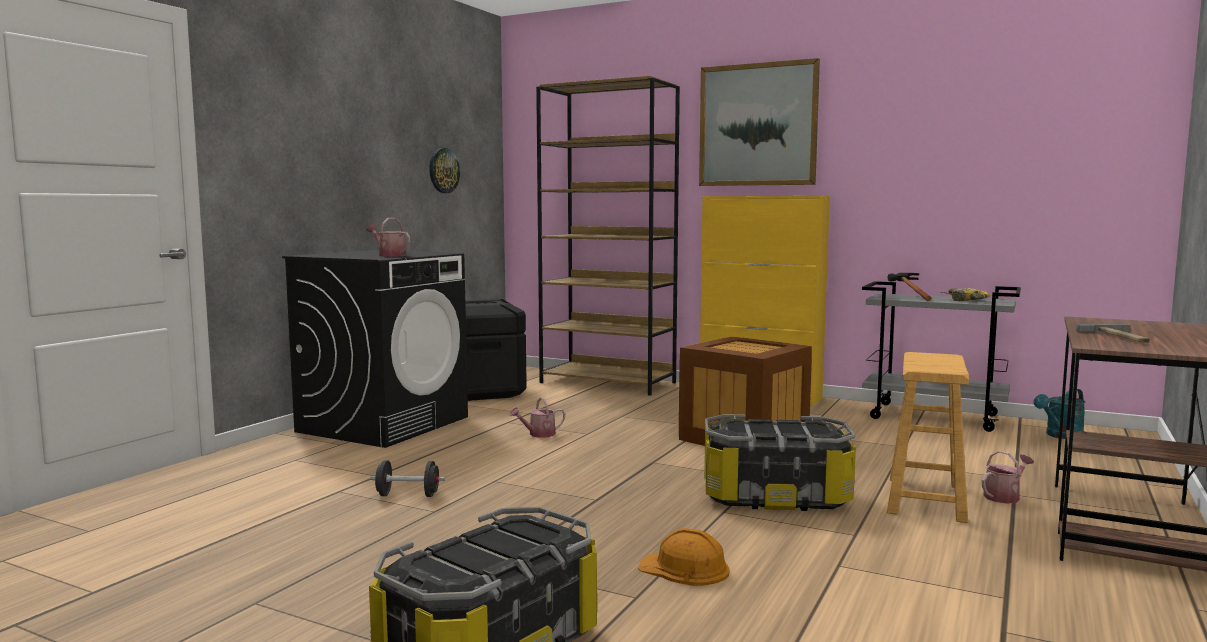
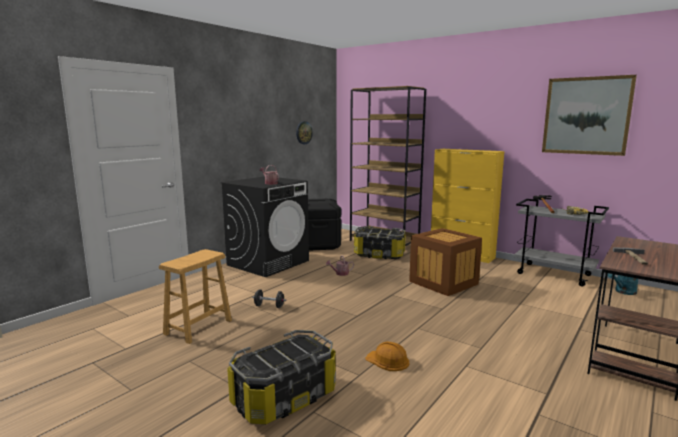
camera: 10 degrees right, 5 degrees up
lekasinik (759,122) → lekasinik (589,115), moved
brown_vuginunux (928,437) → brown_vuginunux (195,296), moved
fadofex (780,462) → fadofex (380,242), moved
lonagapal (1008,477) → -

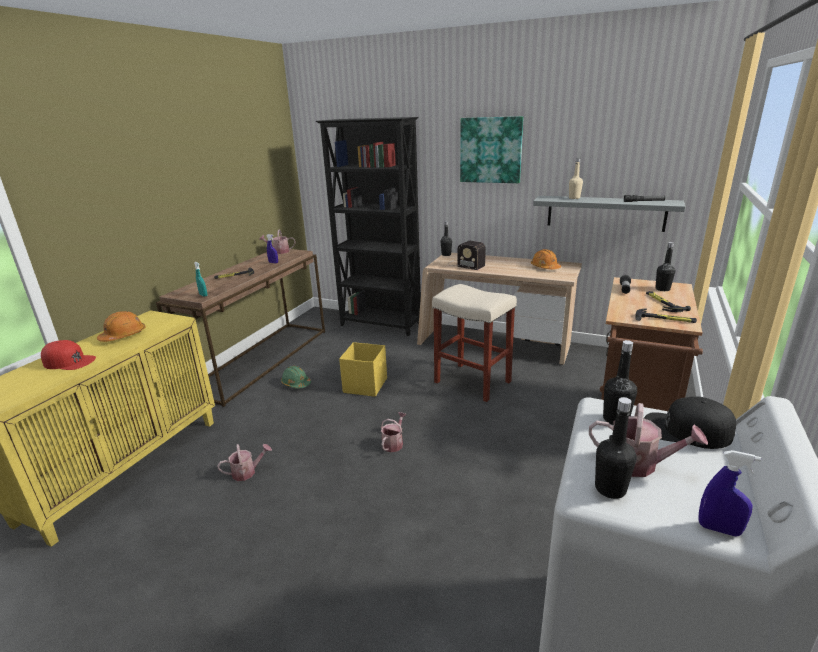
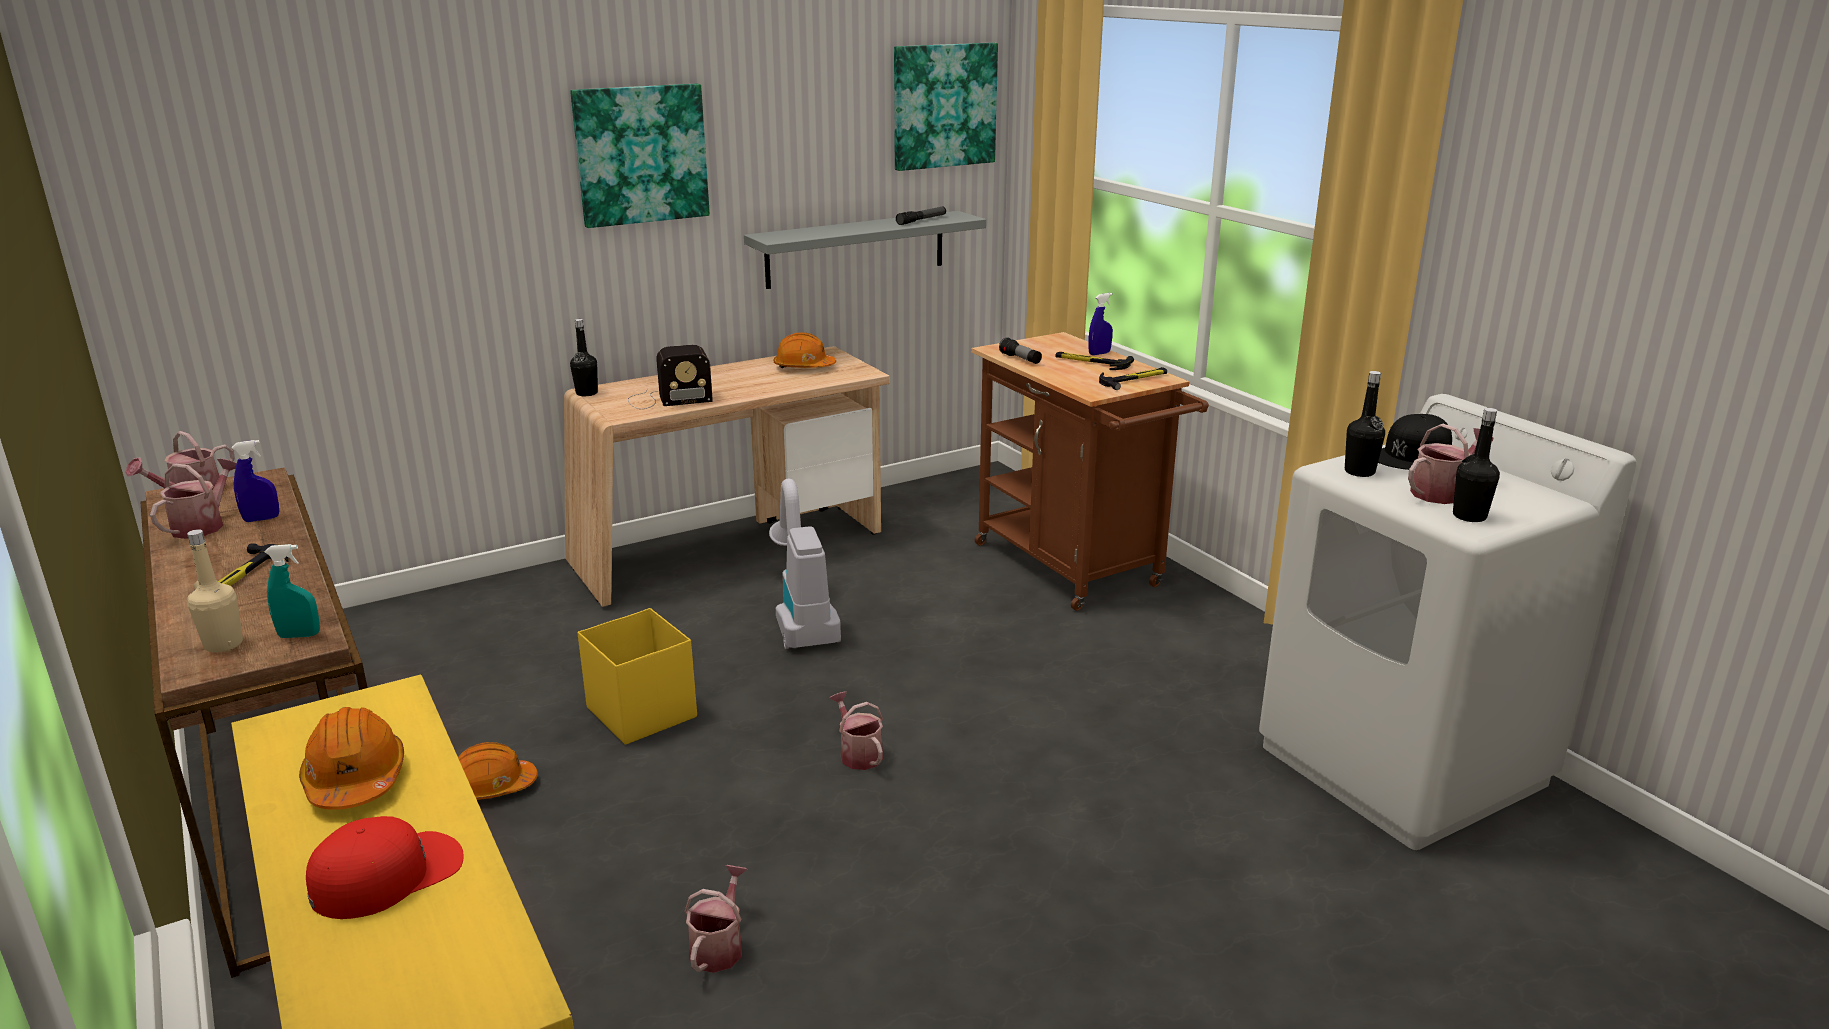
camera: 55 degrees left, 0 degrees up
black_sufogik (368,226) → -
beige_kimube (576,178) → beige_kimube (215,591), moved
black_kimube (665,266) → -
beige_vuginunux (474,343) → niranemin (805,563)
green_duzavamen (296,377) → orange_duzavamen (498,771)
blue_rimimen (729,493) → blue_rimimen (1100,324), moved
- → lekasinik (946,107)
- → lonagapal (193,499)

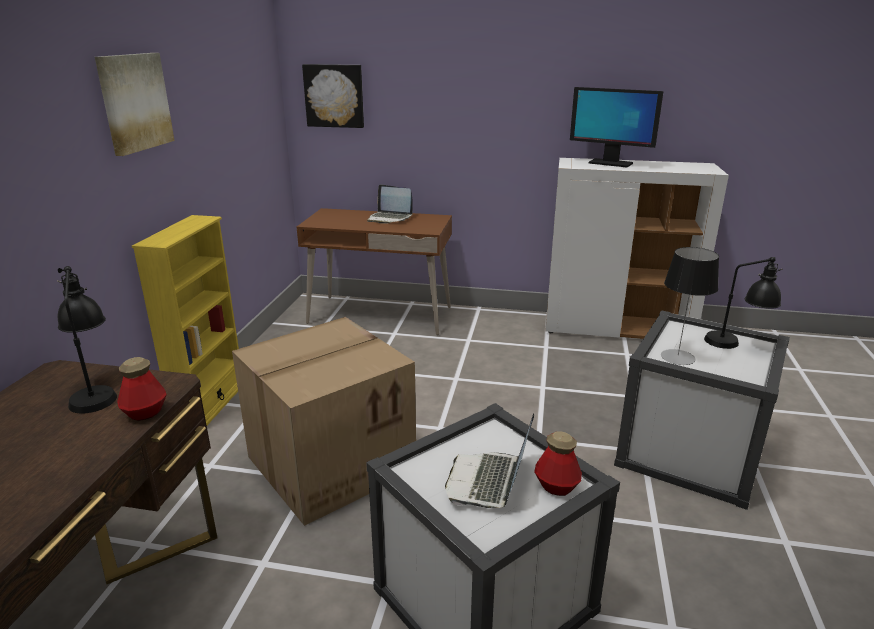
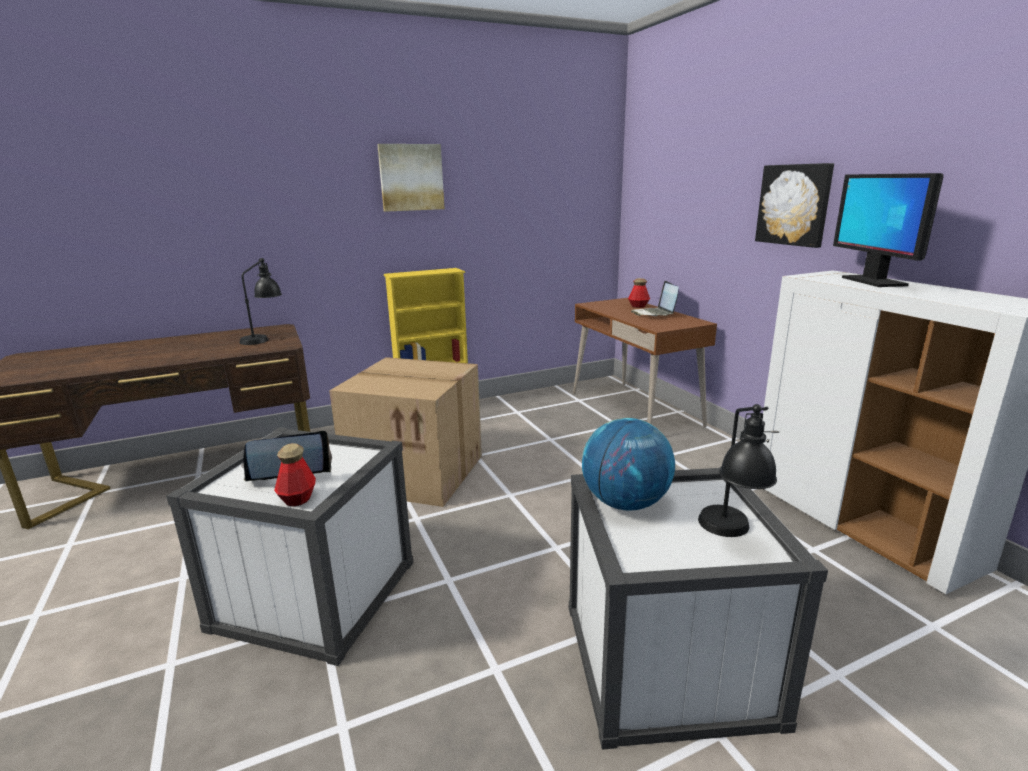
camera: 55 degrees right, 5 degrees down
lekasinik (333,96) → lekasinik (794,205), moved
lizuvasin (690,306) → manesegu (628,464)
kimube (142,389) → kimube (639,293), moved

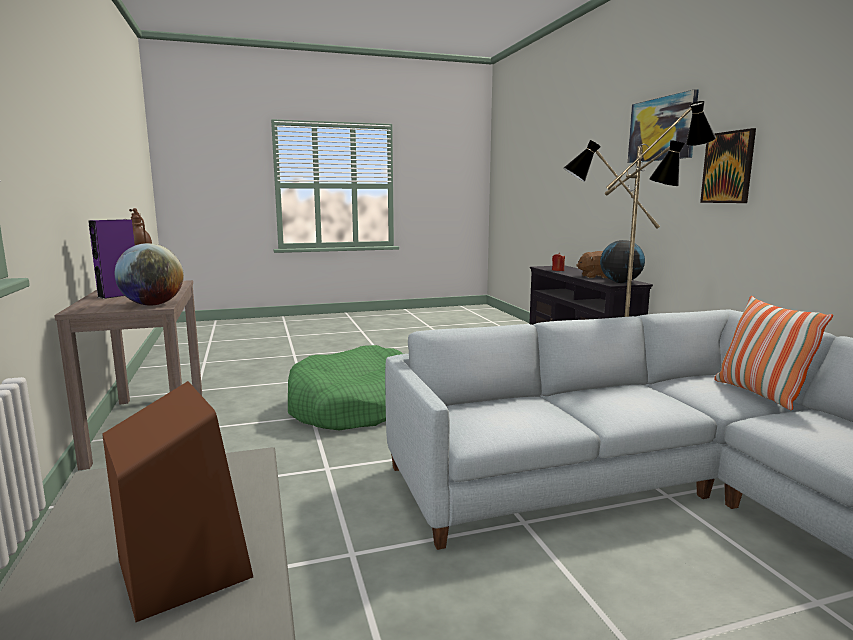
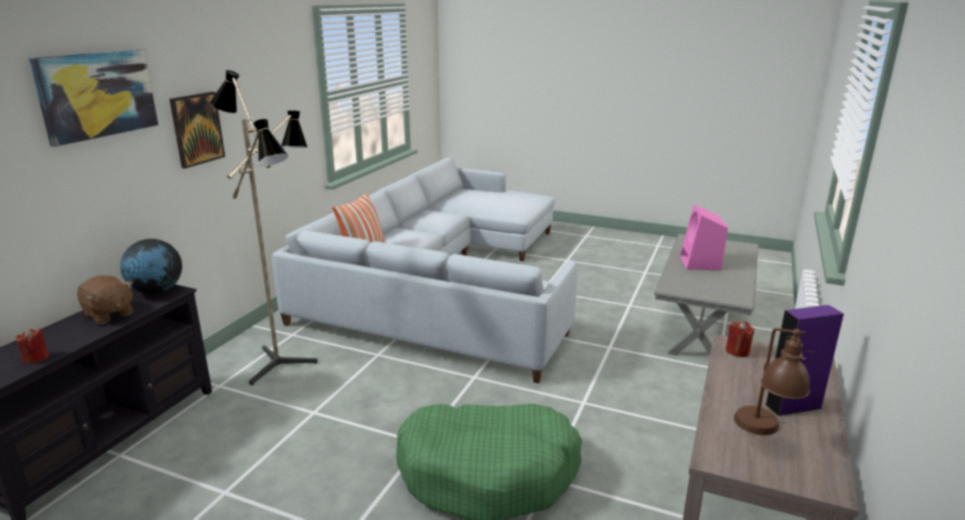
camera: 140 degrees left, 10 degrees up
manesegu (149,274) → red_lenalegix (740,339)
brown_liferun (177,501) → pink_liferun (704,237)

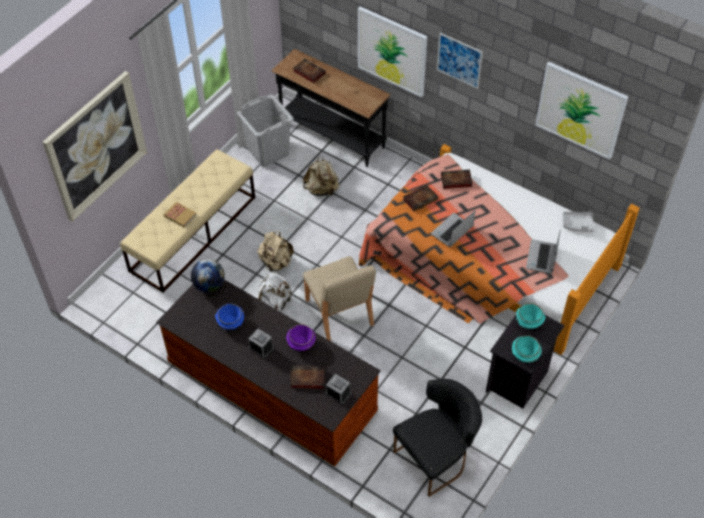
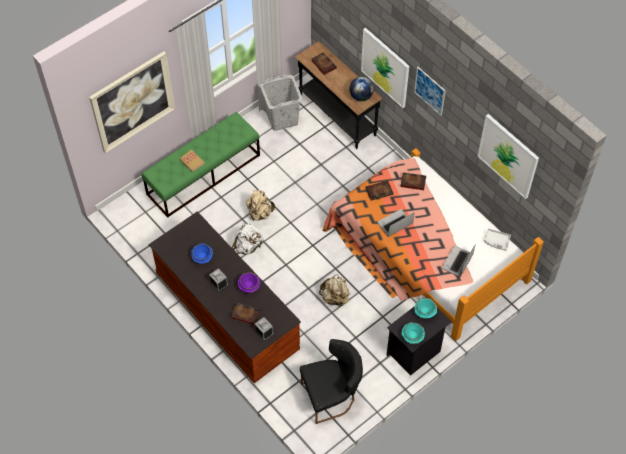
camera: 15 degrees right, 5 degrees up
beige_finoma (187,221) → green_finoma (201,165)
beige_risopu (321,176) → beige_risopu (334,290), moved
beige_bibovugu (339,298) → -
manesegu (208,276) → manesegu (361,89), moved

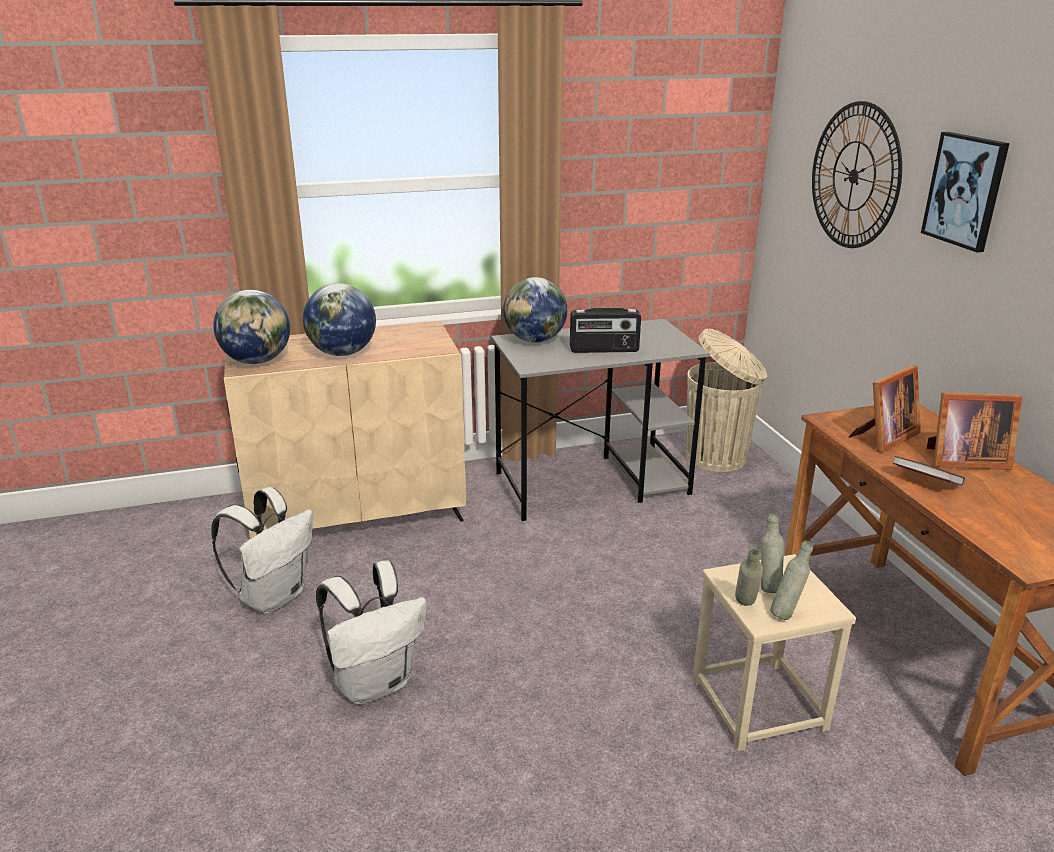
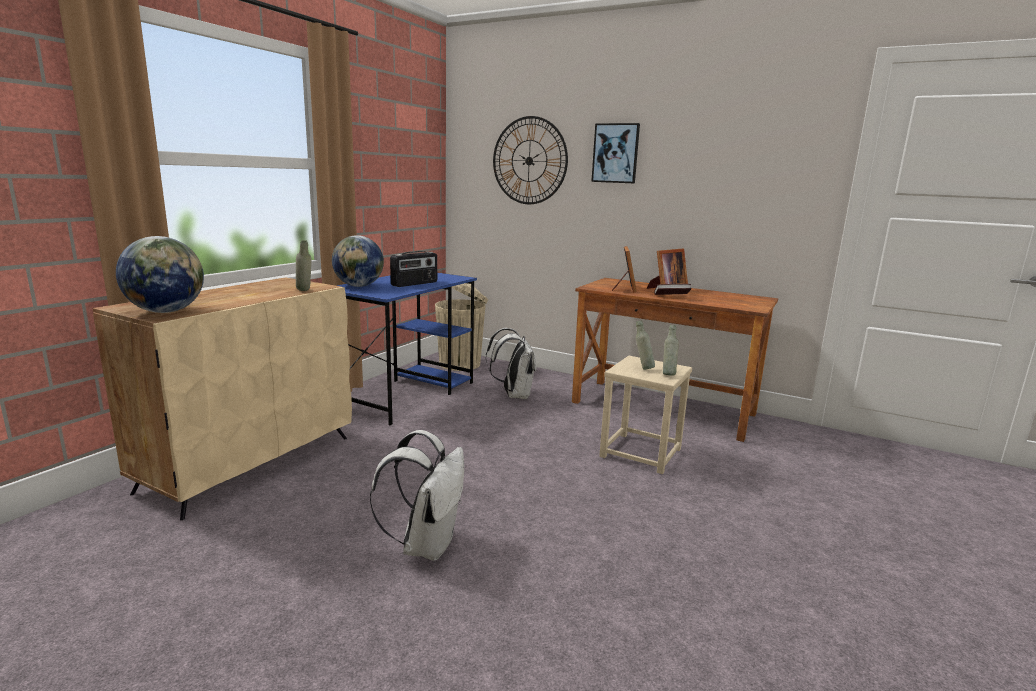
camera: 45 degrees left, 10 degrees down
manesegu (339,319) → -
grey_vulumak (600,420) → blue_vulumak (407,349)
white_risopu (262,550) → white_risopu (511,363), moved
grey_kimube (749,577) → grey_kimube (303,265), moved

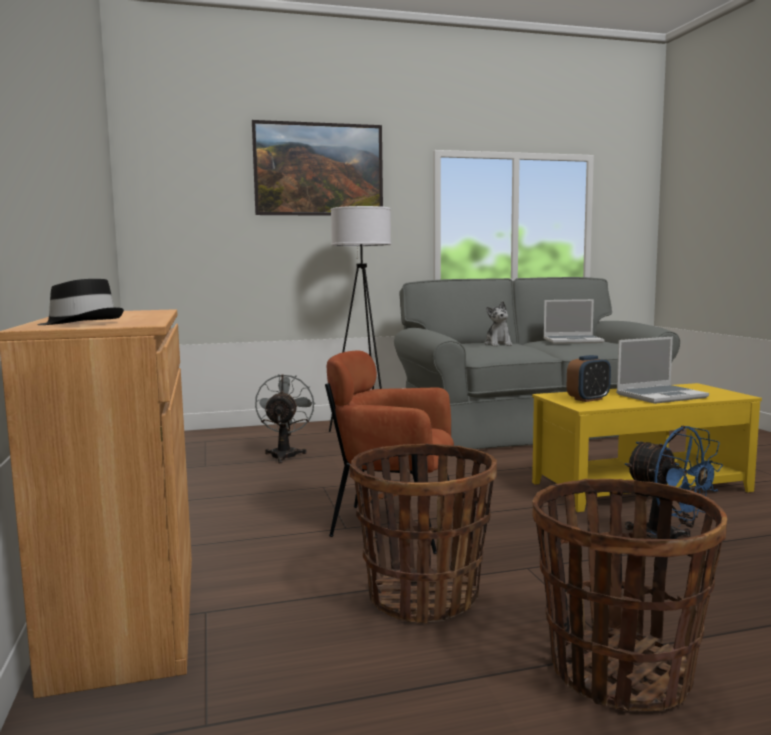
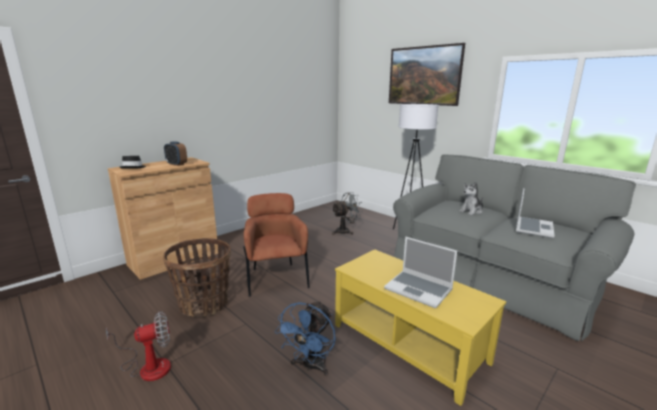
camera: 60 degrees right, 10 degrees up
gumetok (574,321) → gumetok (535,213), 120 degrees counterclockwise
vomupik (589,378) → vomupik (175,153), moved
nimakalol (629,595) → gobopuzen (138,346)

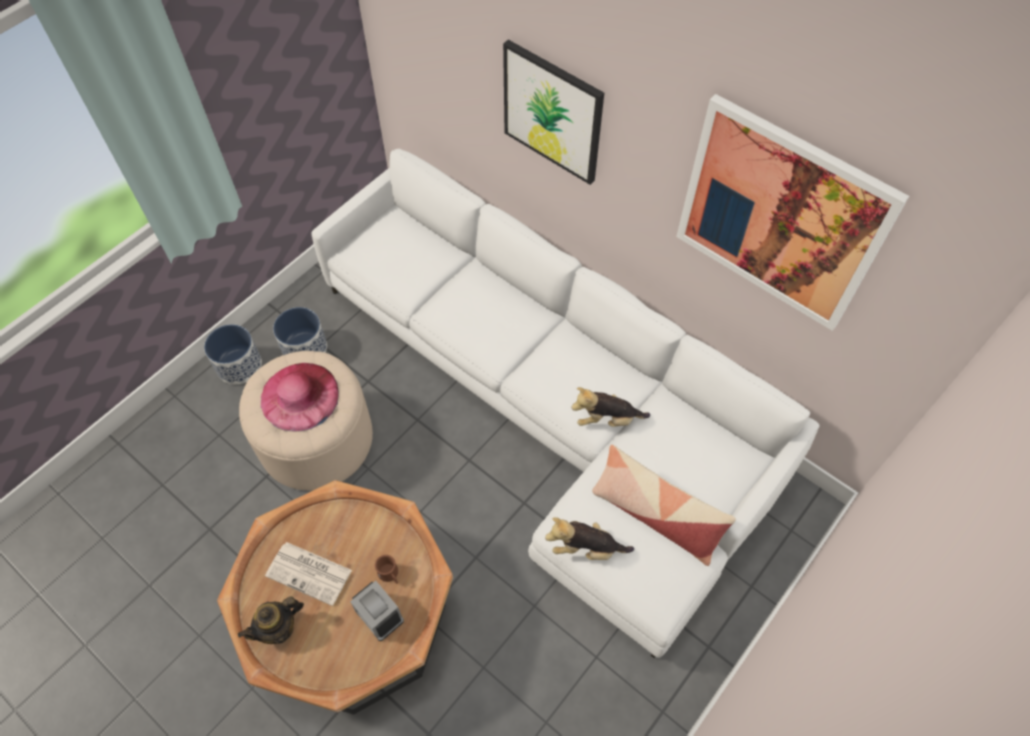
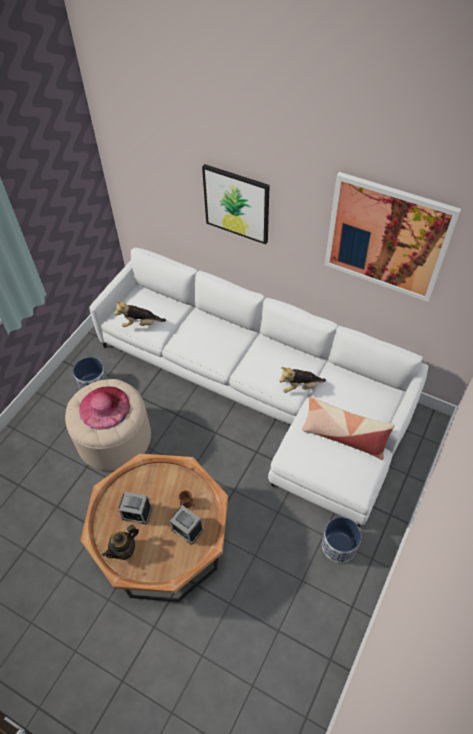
camera: 10 degrees left, 5 degrees down
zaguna (233,354) → zaguna (341,540), moved
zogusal (589,538) → zogusal (140,314), moved
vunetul (308,574) → vomupik (135,508)

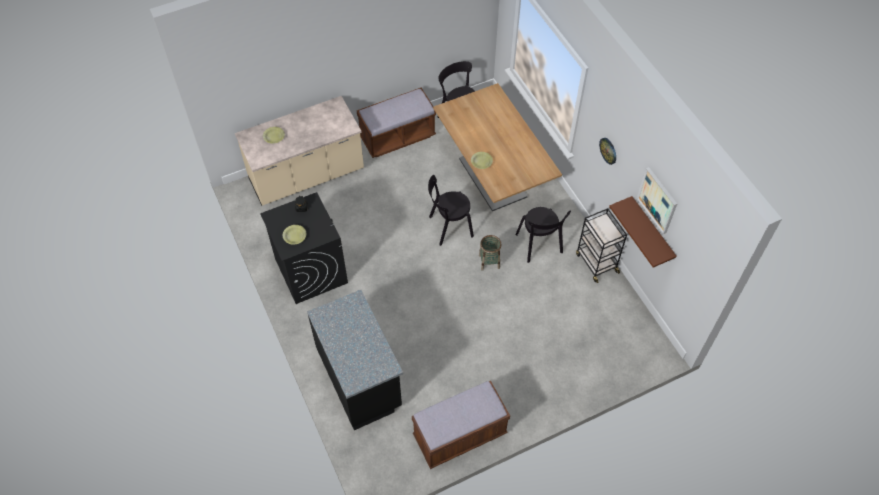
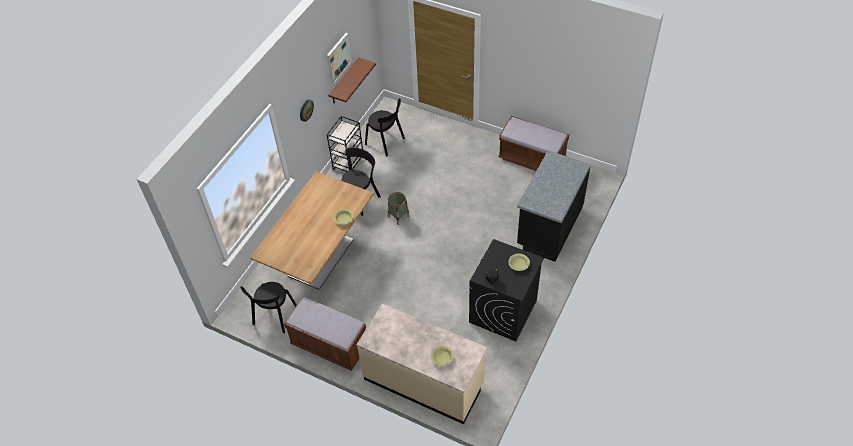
camera: 125 degrees left, 5 degrees down
black_bibovugu (451,210) → black_bibovugu (385,127), moved

